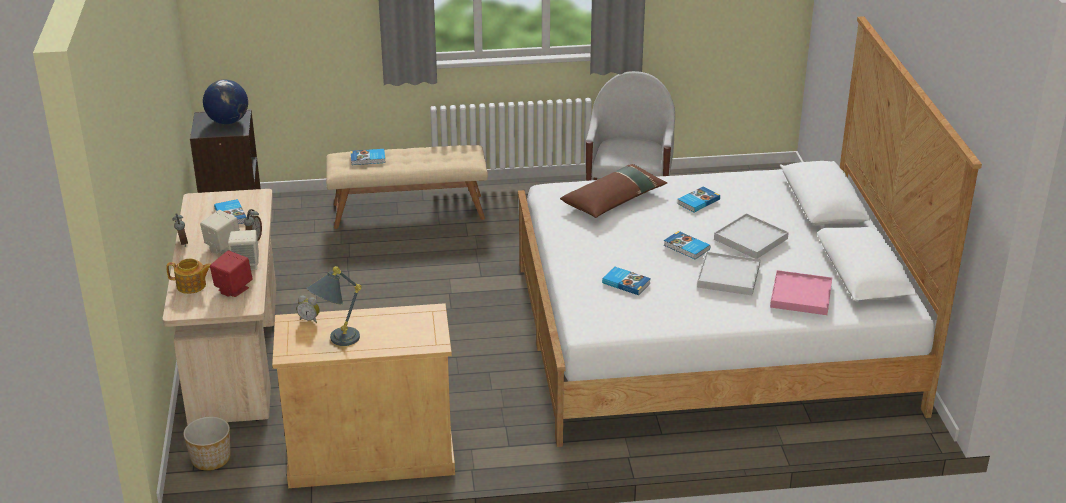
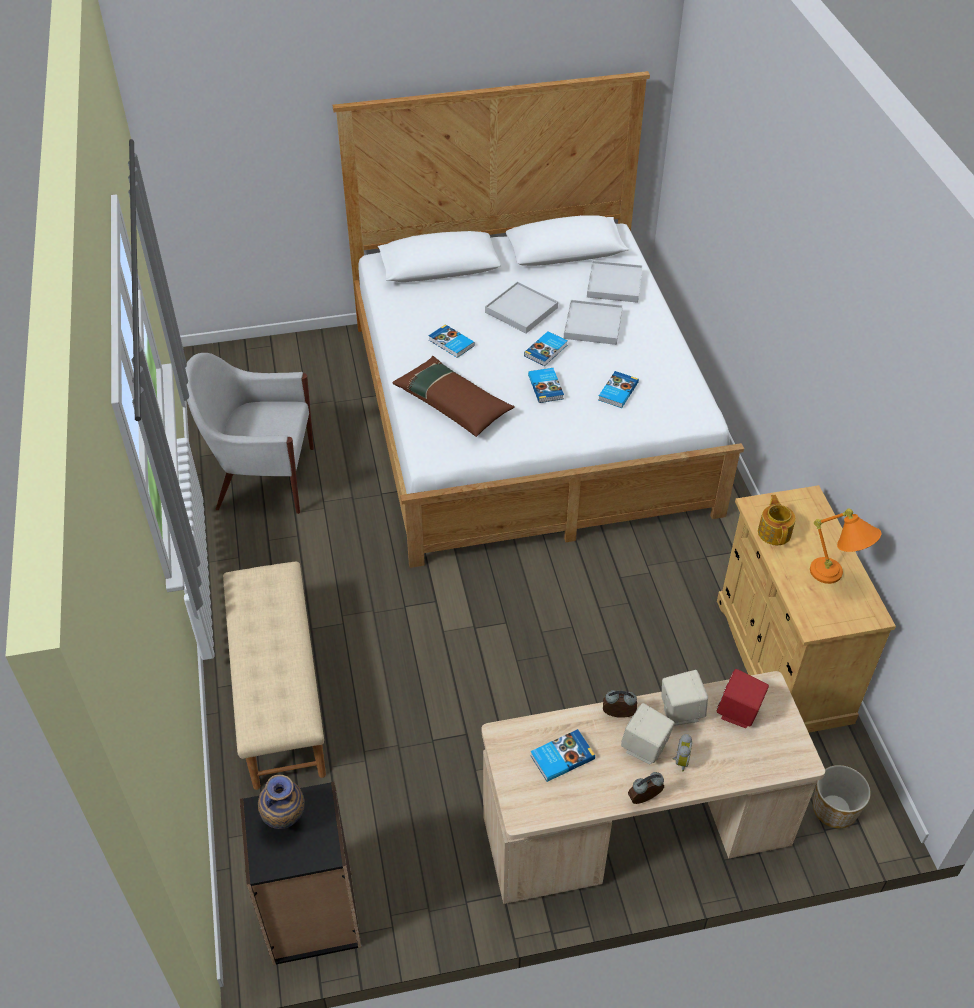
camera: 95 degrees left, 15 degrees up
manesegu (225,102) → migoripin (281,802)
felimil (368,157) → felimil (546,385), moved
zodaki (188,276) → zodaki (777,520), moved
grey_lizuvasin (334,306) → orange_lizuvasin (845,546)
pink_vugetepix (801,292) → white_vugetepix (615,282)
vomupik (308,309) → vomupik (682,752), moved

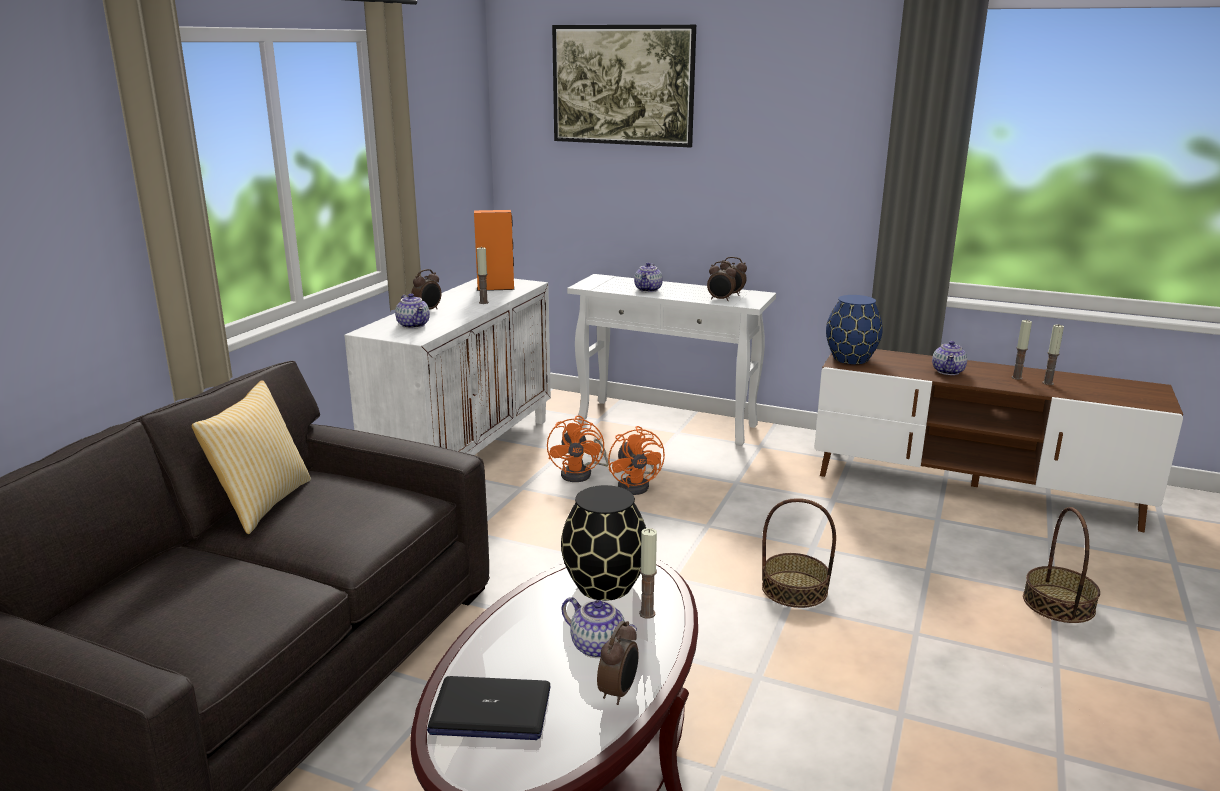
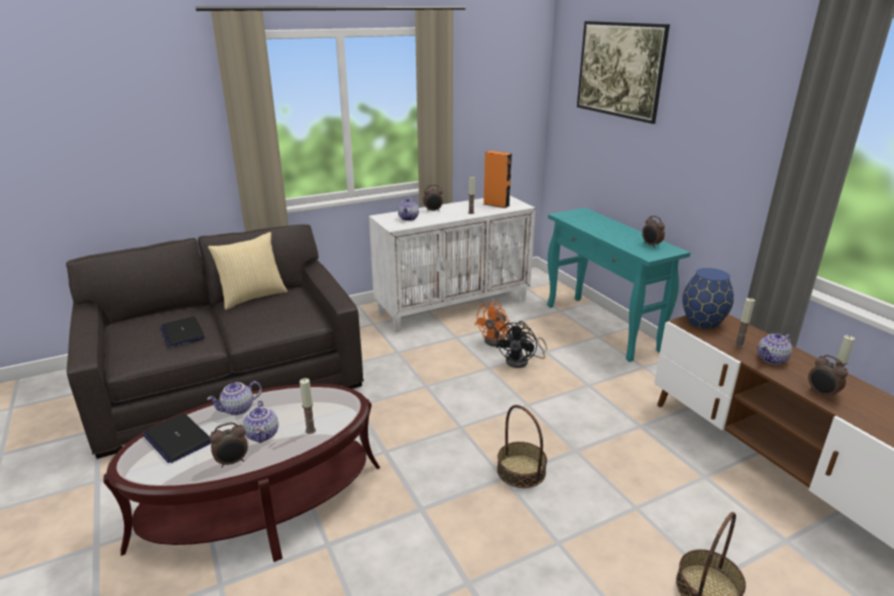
camera: 40 degrees right, 5 degrees up
vomupik (721,281) → vomupik (828,377), moved
zodaki (648,277) → zodaki (234,398), moved
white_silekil (671,360) → turquoise_silekil (619,285)
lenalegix (1053,355) → lenalegix (744,322), moved
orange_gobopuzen (636,460) → black_gobopuzen (521,344)
black_migoripin (603,543) → -
- → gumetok (182,331)

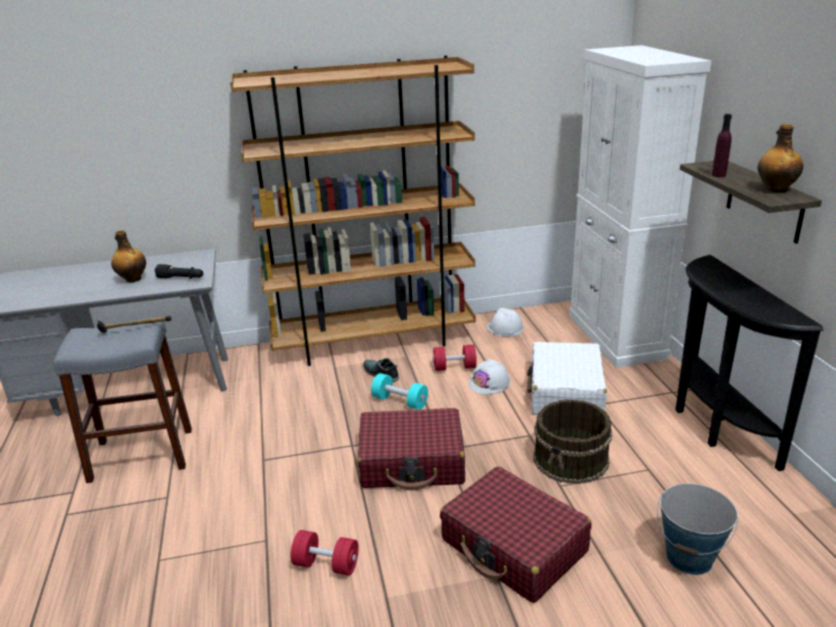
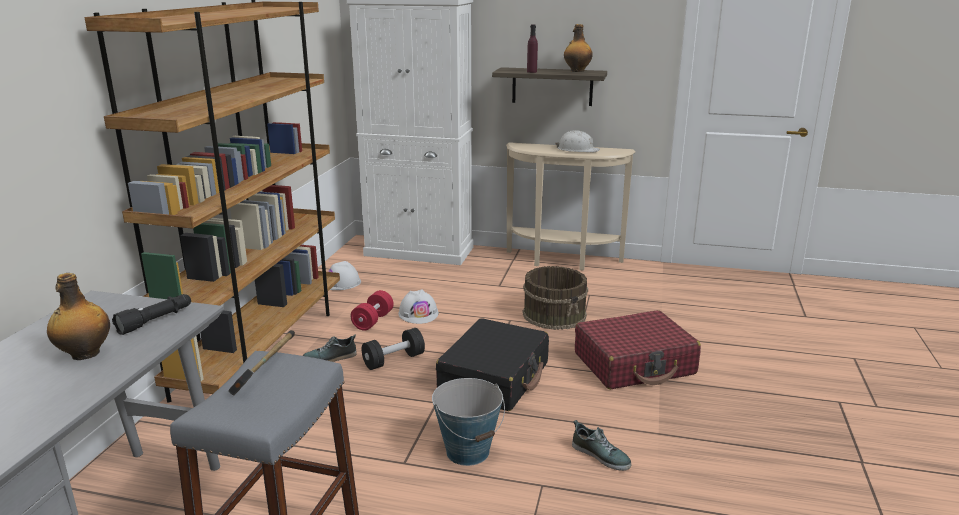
camera: 65 degrees left, 5 degrees down
black_silekil (749,363) → beige_silekil (571,206)
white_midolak (567,378) → -
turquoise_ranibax (399,391) → black_ranibax (393,349)
red_midolak (411,449) → black_midolak (492,364)
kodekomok (697,529) → kodekomok (468,422), moved
red_ranibax (324,553) → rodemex (601,445)
- → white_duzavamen (577,141)

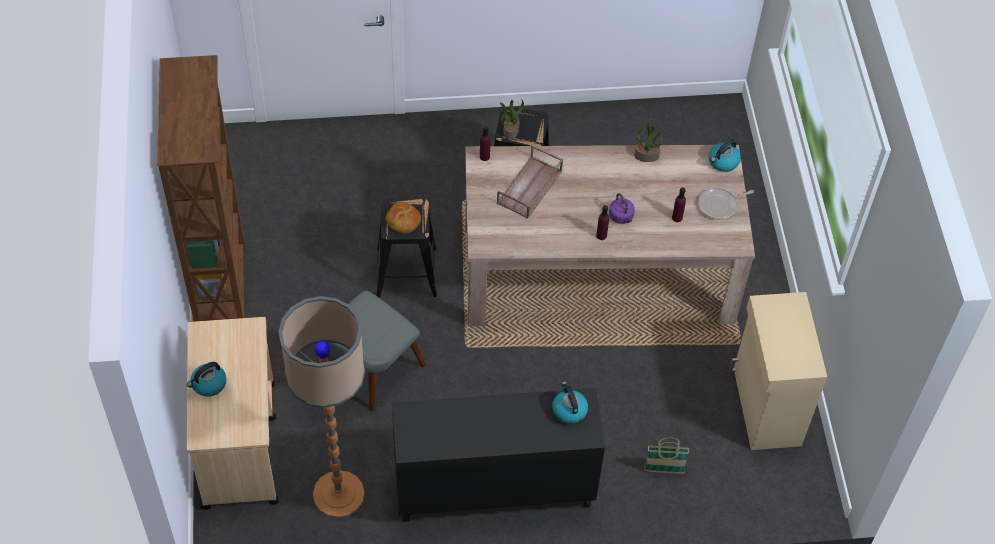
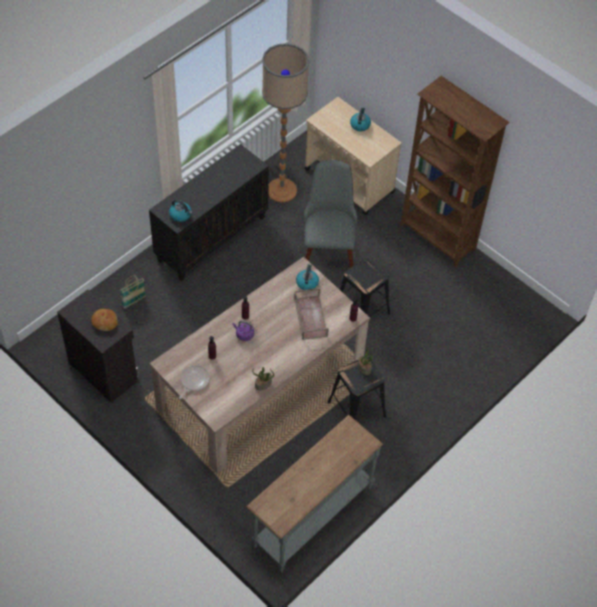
camera: 140 degrees right, 0 degrees up
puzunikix (724,155) → puzunikix (307,277), moved
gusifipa (403,218) → gusifipa (104,320), moved
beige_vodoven (778,371) → black_vodoven (98,346)
- → grey_silekil (314,494)

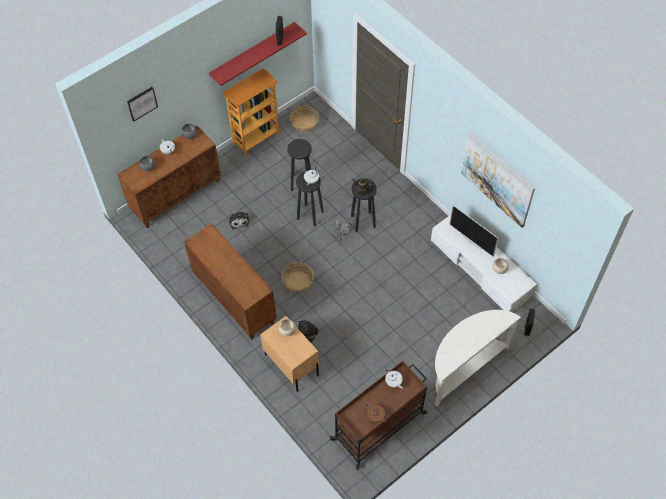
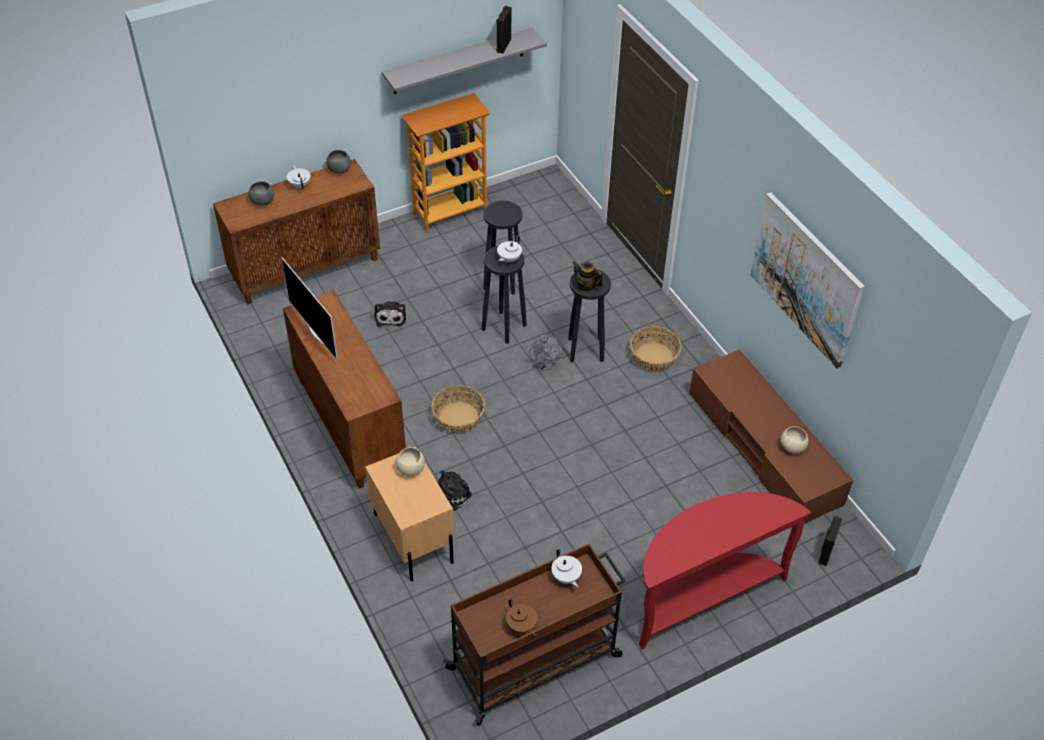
camera: 10 degrees right, 10 degrees down
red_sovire (258,54) → grey_sovire (464,61)
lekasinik (142,104) → -
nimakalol (304,119) → nimakalol (655,348), moved
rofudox (474,231) → rofudox (309,308), moved
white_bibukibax (484,263) → brown_bibukibax (771,436)
white_silekil (478,358) → red_silekil (725,571)

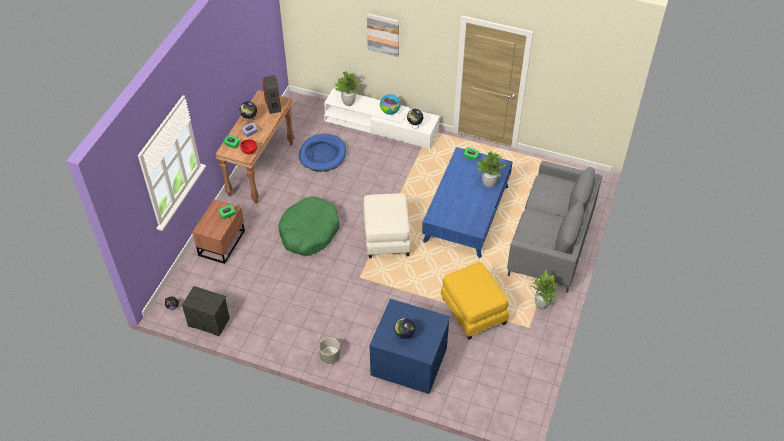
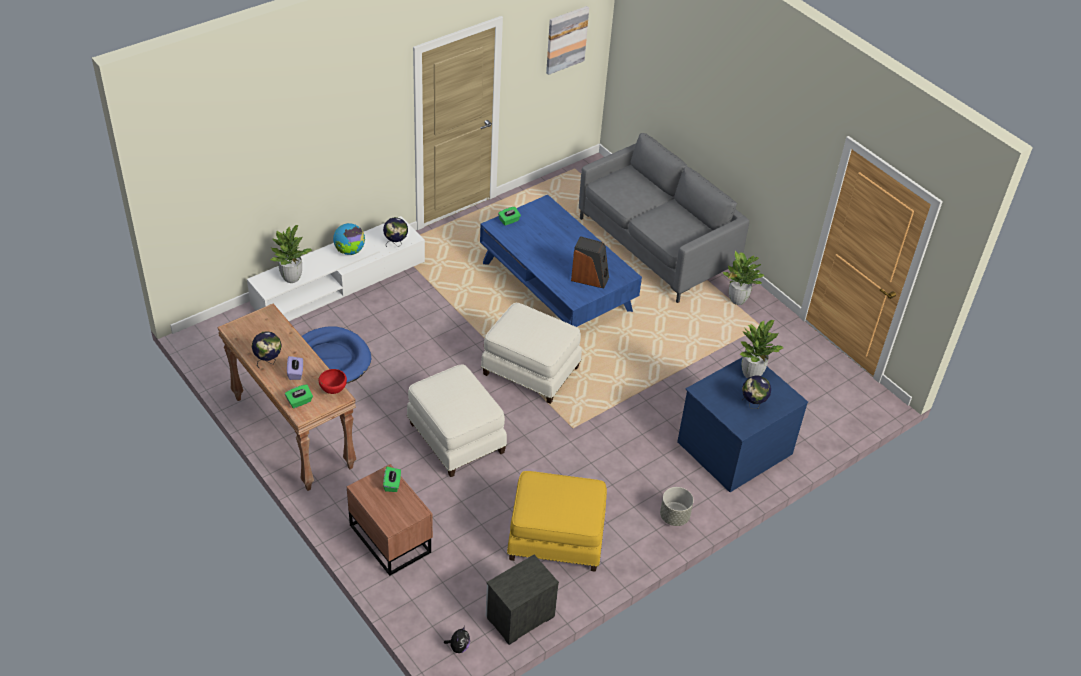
camera: 60 degrees left, 5 degrees down
lekasinik (383,35) → lekasinik (567,40), moved
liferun (271,94) → liferun (590,262), moved
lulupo (491,169) → lulupo (761,349), moved
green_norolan (309,226) → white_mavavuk (457,421)
yellow_mavavuk (475,301) → yellow_mavavuk (557,521), moved

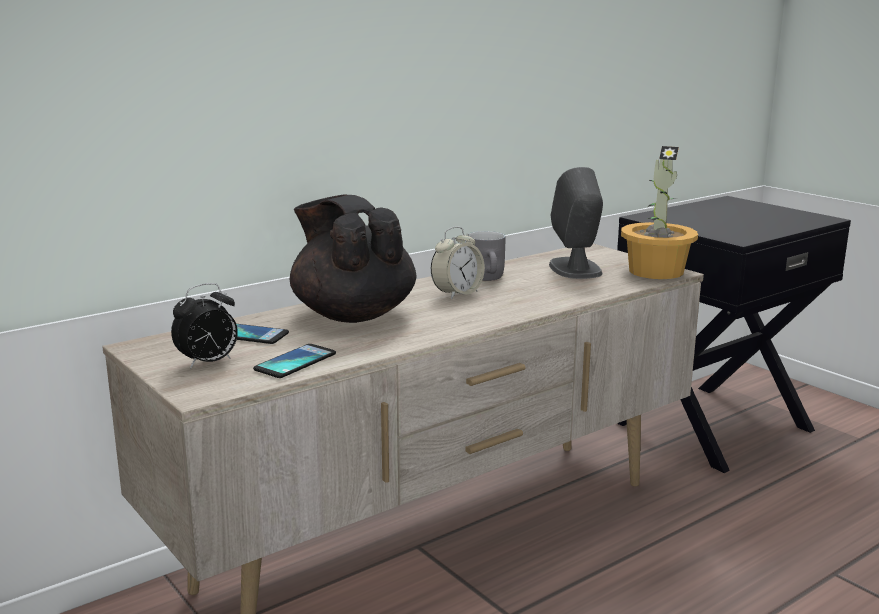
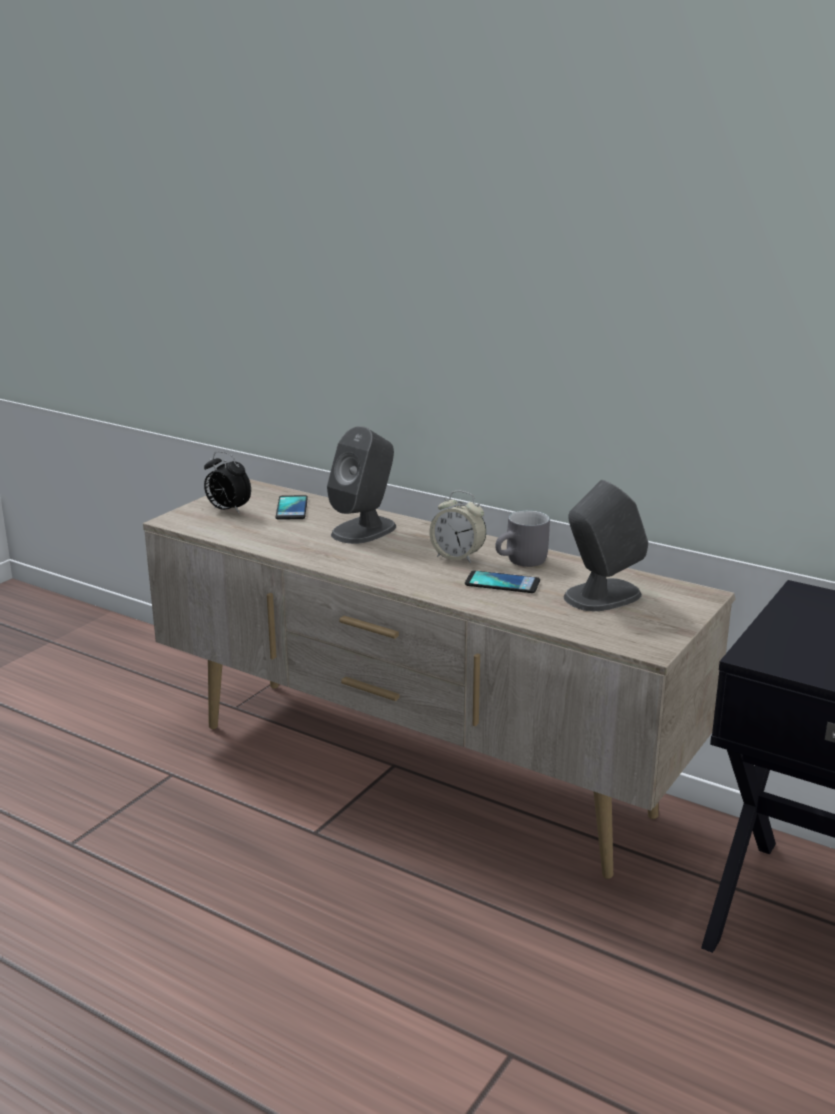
camera: 70 degrees right, 5 degrees up
lulupo (659,212) → -
black_zodaki (353,259) → grey_liferun (361,485)
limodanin (294,361) → limodanin (502,582), moved

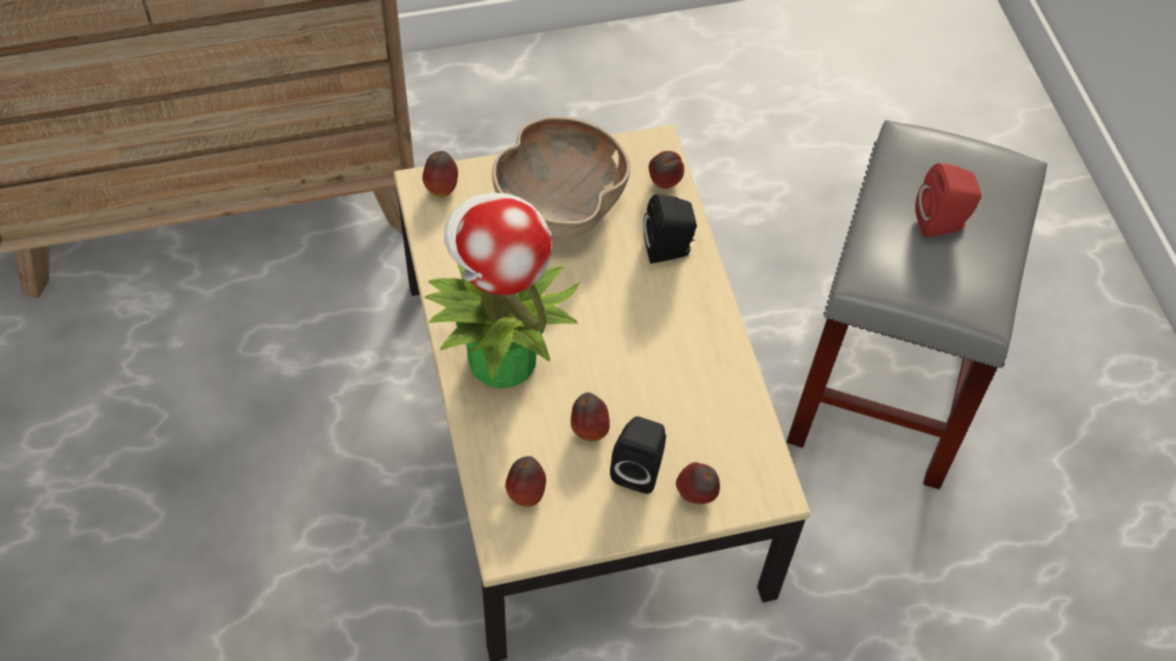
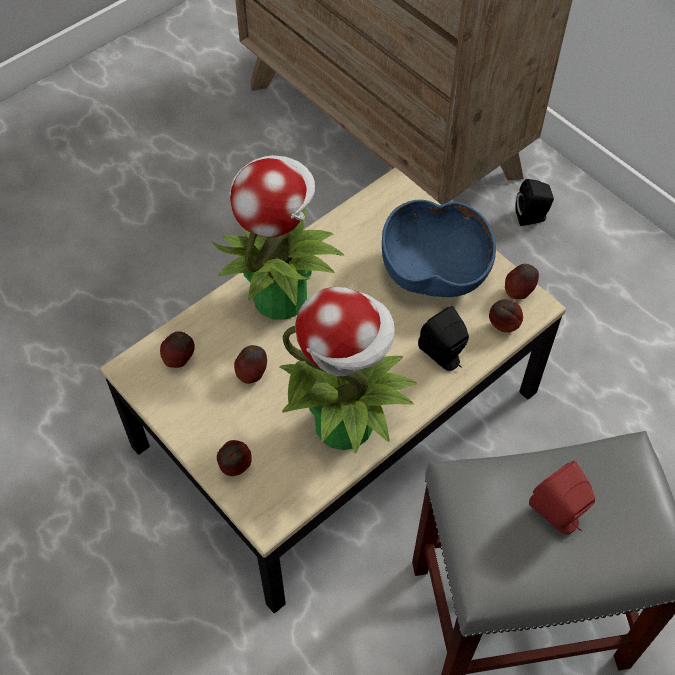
camera: 65 degrees right, 0 degrees up
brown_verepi (561,178) → blue_verepi (439,248)
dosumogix (440,174) → dosumogix (522,281), moved
black_liferun (638,455) → black_liferun (534,202), moved
- → lulupo (348,370)

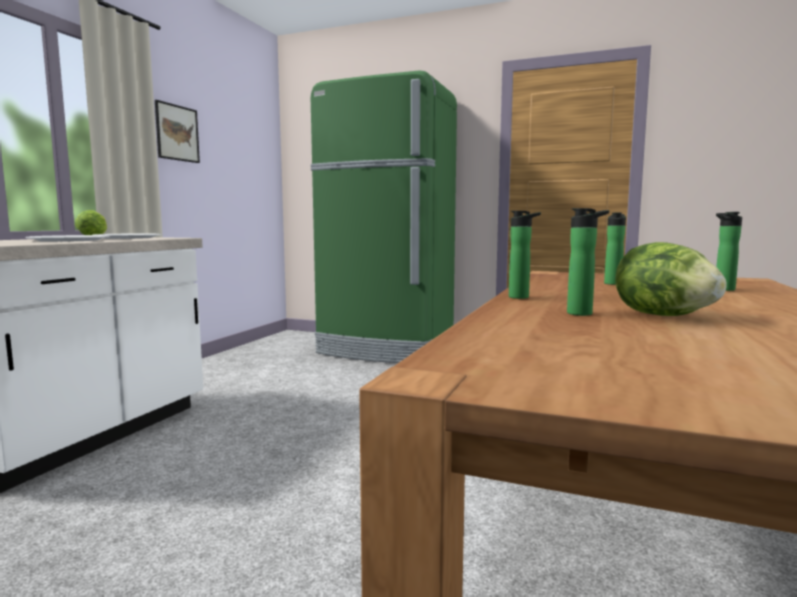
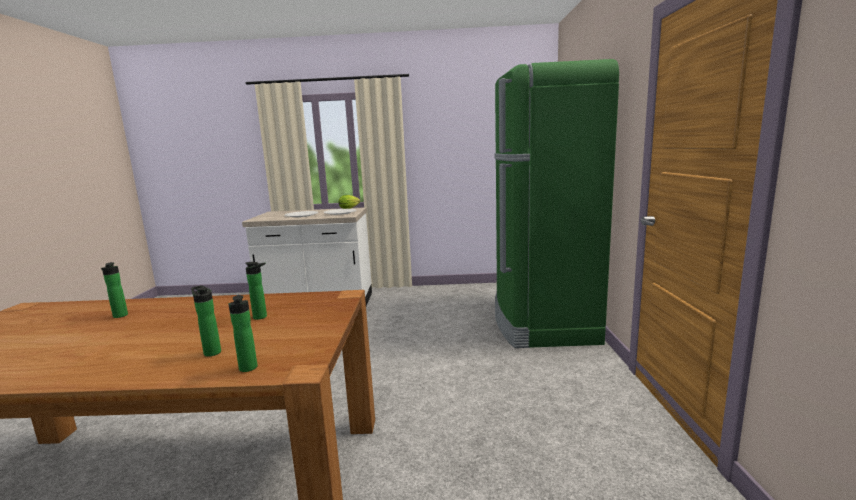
camera: 70 degrees right, 5 degrees up
lekasinik (177,131) → -
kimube (525,255) → kimube (243,333), moved
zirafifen (671,279) → -

